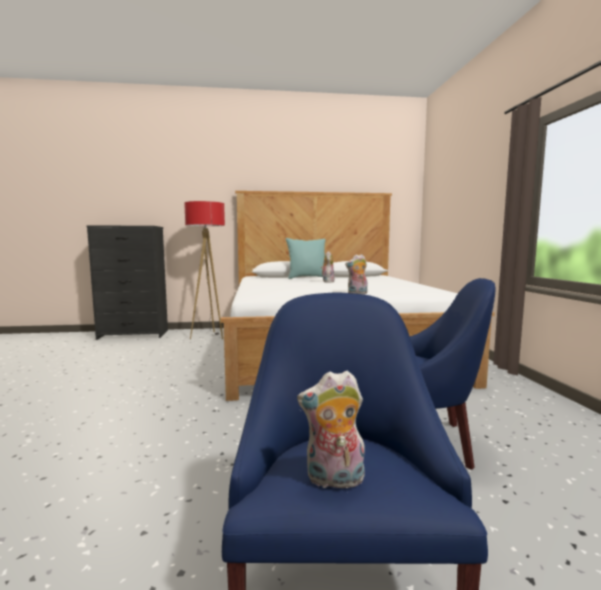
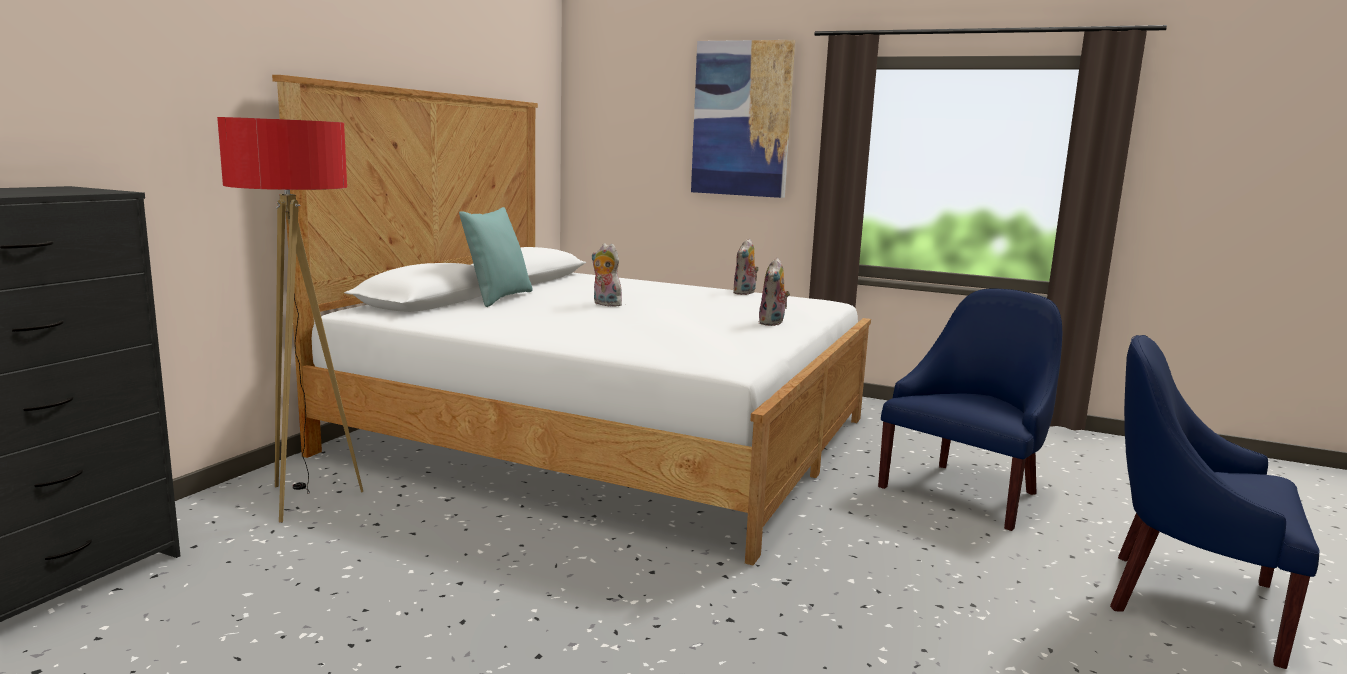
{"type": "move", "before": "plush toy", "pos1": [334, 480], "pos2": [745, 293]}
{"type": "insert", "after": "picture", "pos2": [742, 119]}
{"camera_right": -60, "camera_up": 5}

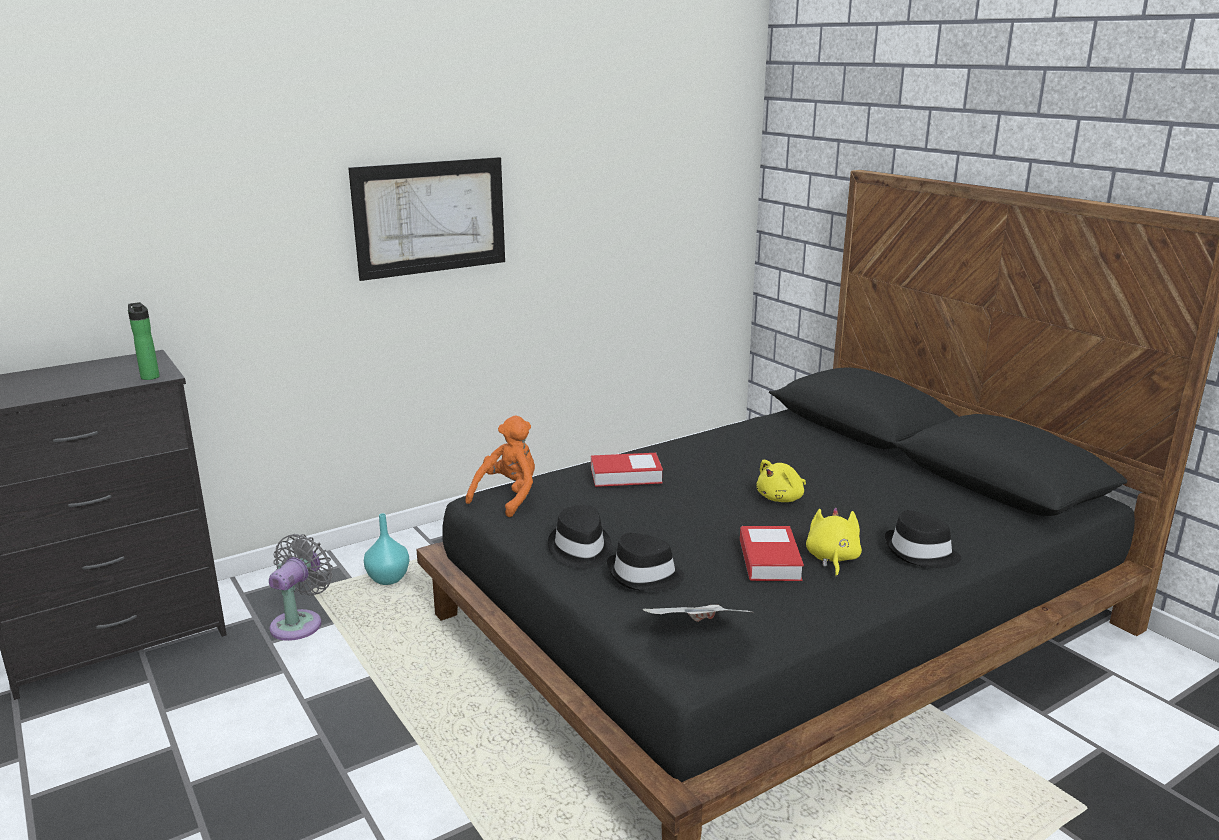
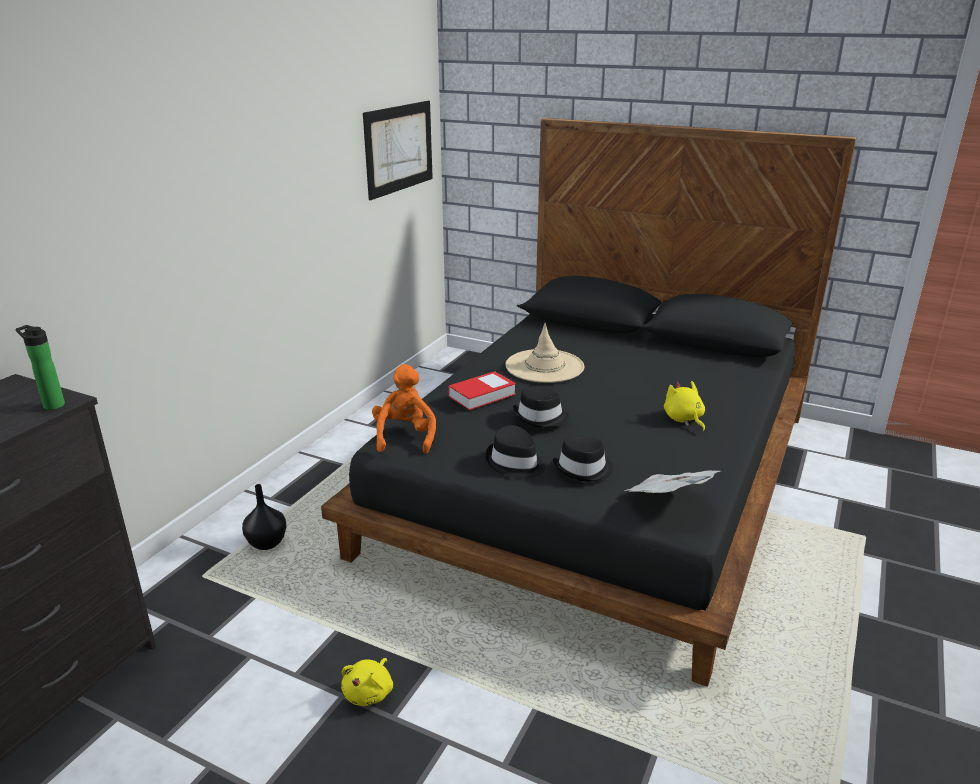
{"type": "delete", "before": "grey fan", "pos1": [300, 623]}
{"type": "move", "before": "picture", "pos1": [431, 217], "pos2": [399, 148]}
{"type": "recolor", "before": "turquoise vase", "after": "black vase", "pos1": [389, 578], "pos2": [267, 542]}
{"type": "delete", "before": "book", "pos1": [769, 560]}
{"type": "move", "before": "yellow plush toy", "pos1": [781, 498], "pos2": [370, 692]}
{"type": "move", "before": "black hat", "pos1": [920, 553], "pos2": [540, 417]}
{"type": "insert", "after": "beige hat", "pos2": [544, 366]}
{"camera_right": -30, "camera_up": 5}

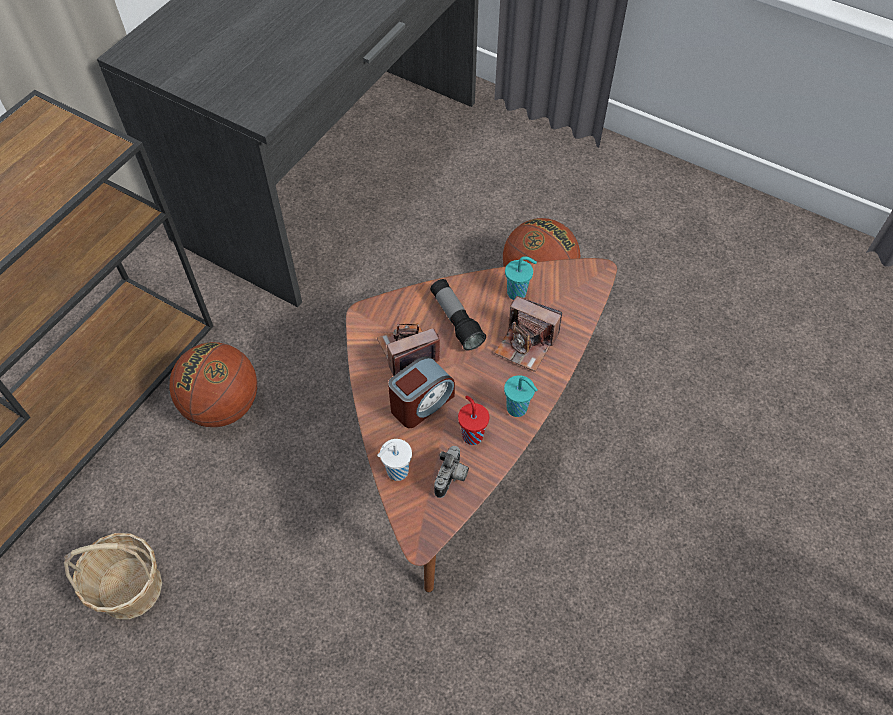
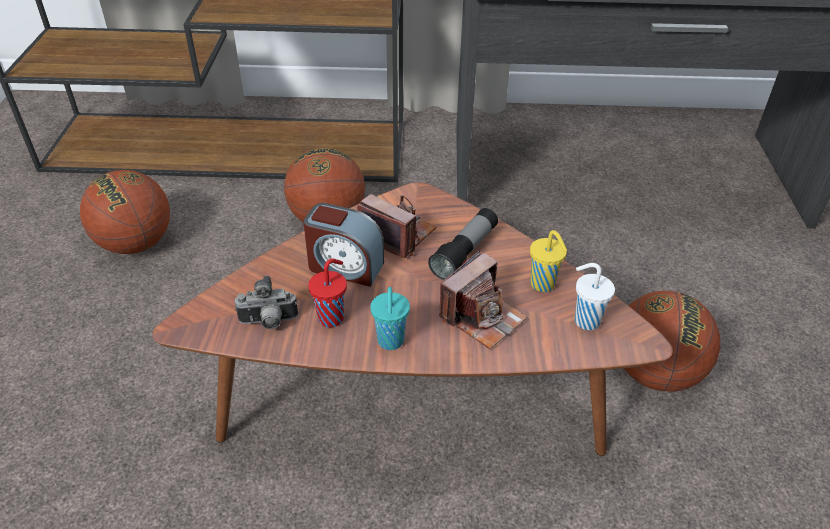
{"type": "replace", "before": "basket", "after": "basketball", "pos1": [129, 587], "pos2": [136, 244]}
{"type": "move", "before": "white cup", "pos1": [396, 472], "pos2": [585, 320]}
{"type": "rotate", "before": "photo camera", "pos1": [526, 344], "pos2": [482, 317], "turn": -135}
{"type": "recolor", "before": "turquoise cup", "after": "yellow cup", "pos1": [518, 293], "pos2": [543, 285]}
{"camera_right": 60, "camera_up": -15}

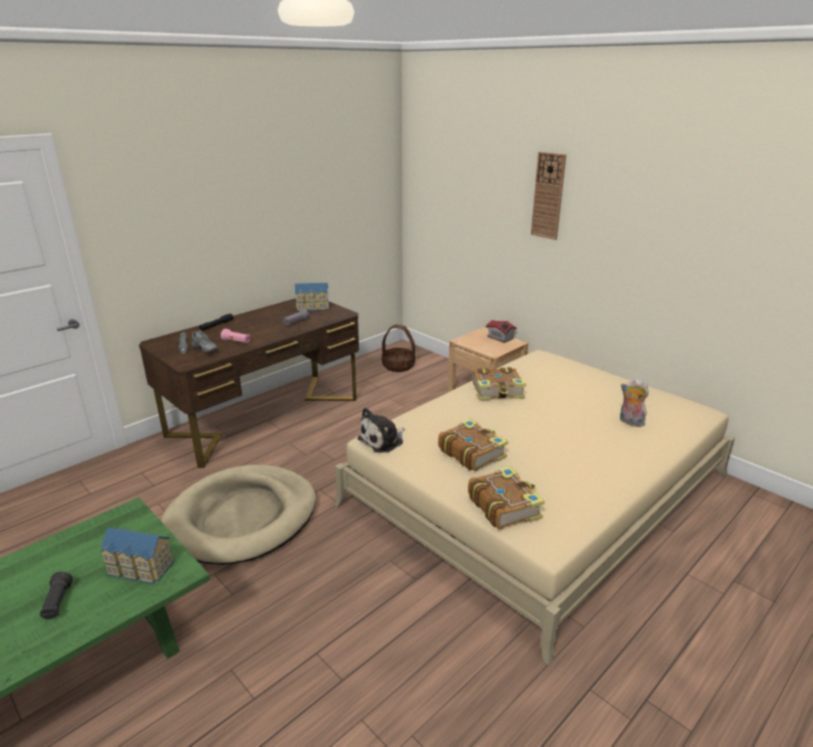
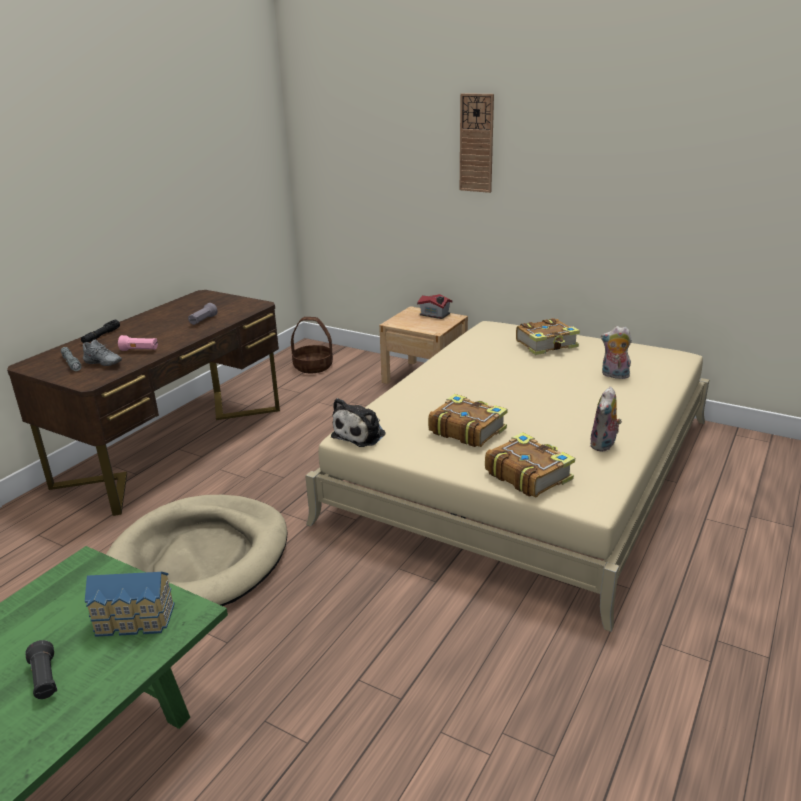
{"type": "delete", "before": "toy house", "pos1": [313, 307]}
{"type": "move", "before": "book", "pos1": [498, 391], "pos2": [547, 345]}
{"type": "insert", "after": "plush toy", "pos2": [604, 445]}
{"camera_right": -15, "camera_up": 0}

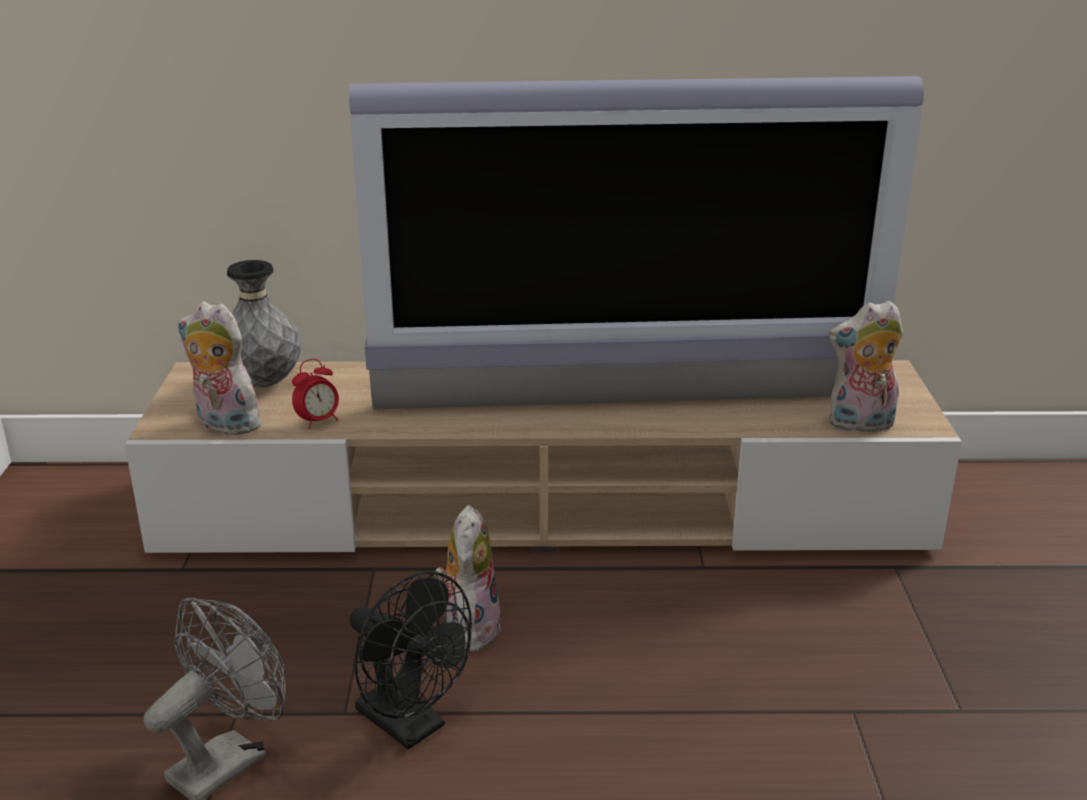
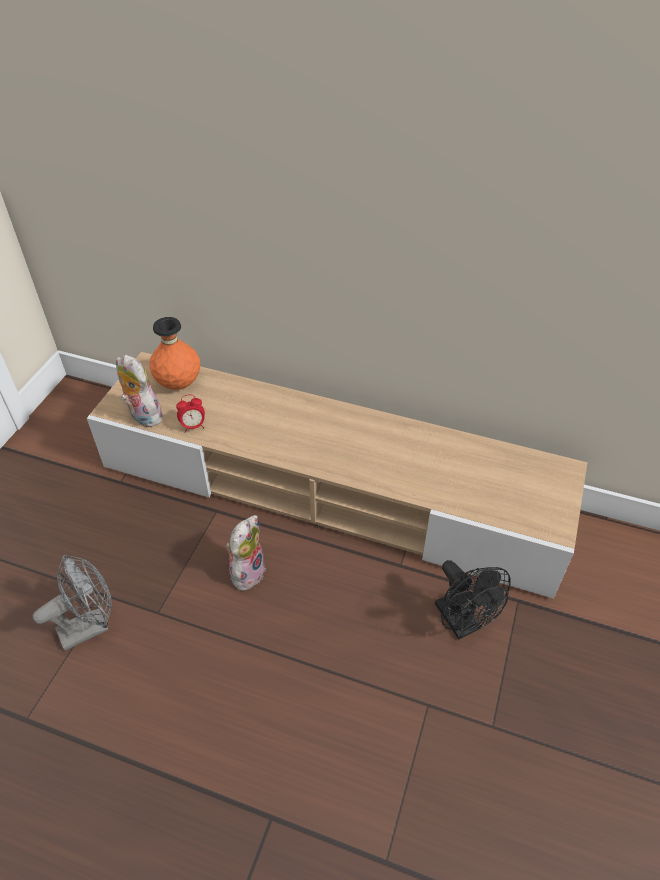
{"type": "recolor", "before": "grey vase", "after": "orange vase", "pos1": [263, 384], "pos2": [178, 384]}
{"type": "delete", "before": "television", "pos1": [628, 403]}
{"type": "move", "before": "black fan", "pos1": [410, 725], "pos2": [462, 623]}
{"type": "delete", "before": "plush toy", "pos1": [860, 425]}
{"camera_right": 20, "camera_up": 20}

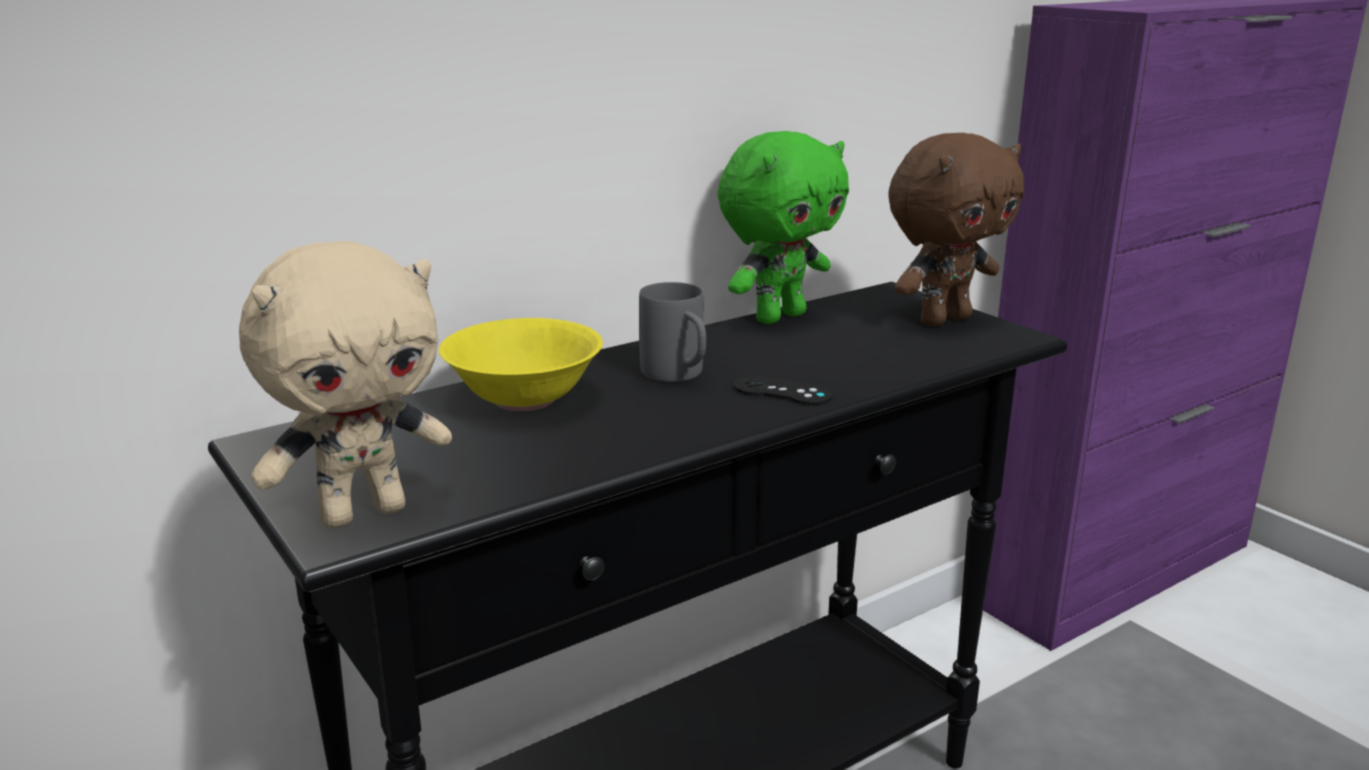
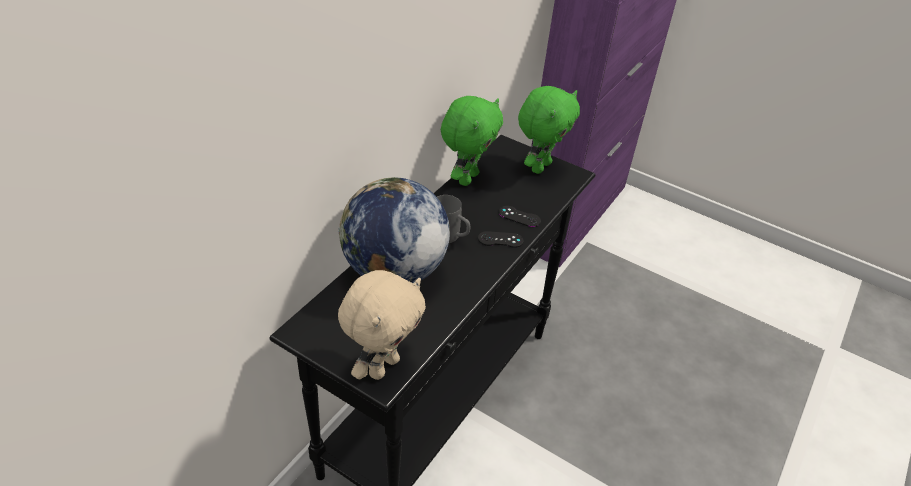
{"type": "replace", "before": "yellow bowl", "after": "globe", "pos1": [523, 399], "pos2": [393, 271]}
{"type": "recolor", "before": "brown plush toy", "after": "green plush toy", "pos1": [943, 319], "pos2": [539, 166]}
{"type": "insert", "after": "black game controller", "pos2": [519, 216]}
{"camera_right": -25, "camera_up": 20}

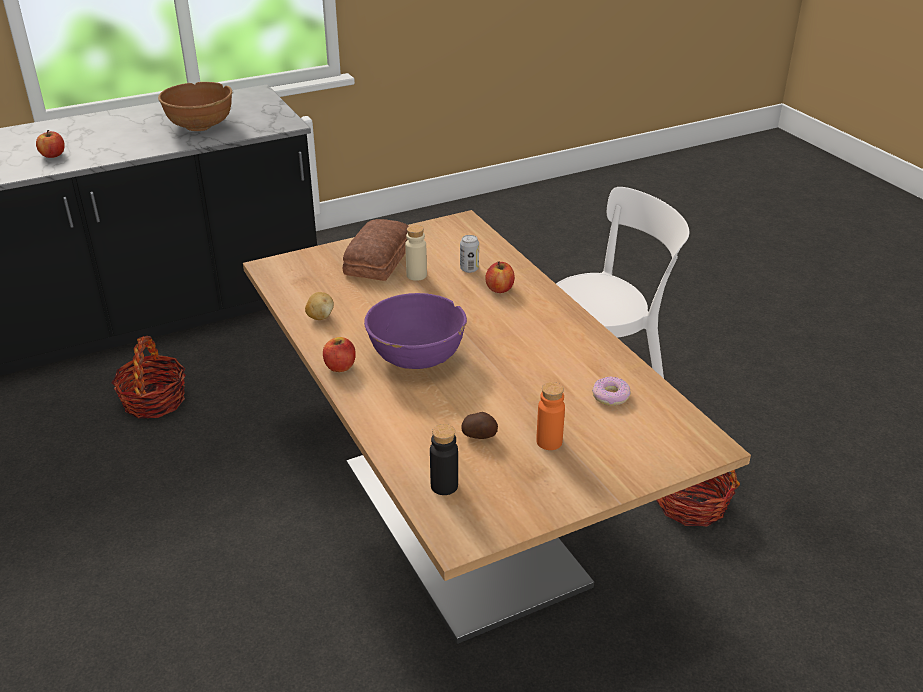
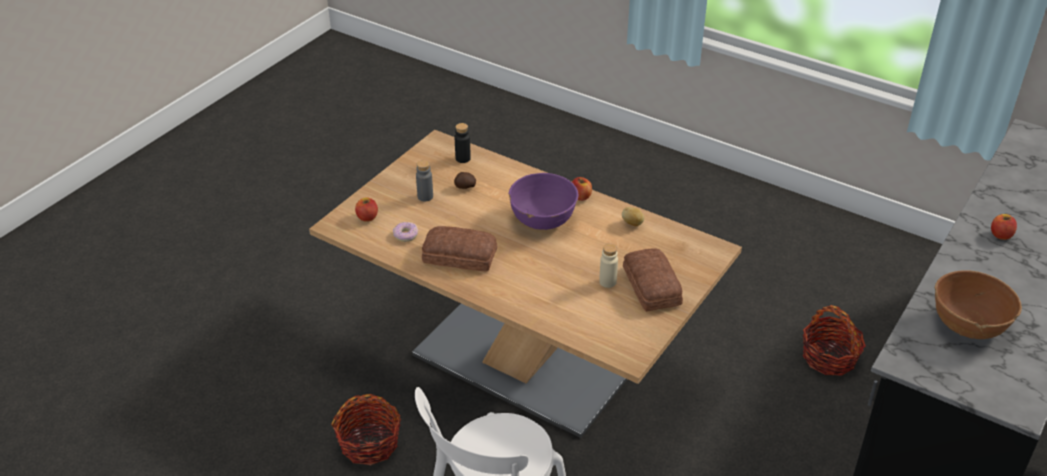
{"type": "delete", "before": "can", "pos1": [469, 269]}
{"type": "move", "before": "apple", "pos1": [499, 289], "pos2": [367, 217]}
{"type": "recolor", "before": "orange bottle", "after": "grey bottle", "pos1": [549, 442], "pos2": [425, 196]}
{"type": "insert", "after": "bread", "pos2": [460, 257]}
{"camera_right": 150, "camera_up": 5}

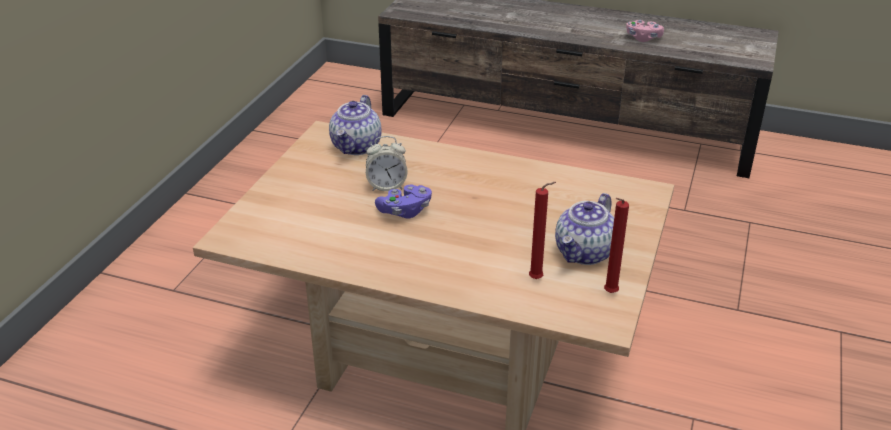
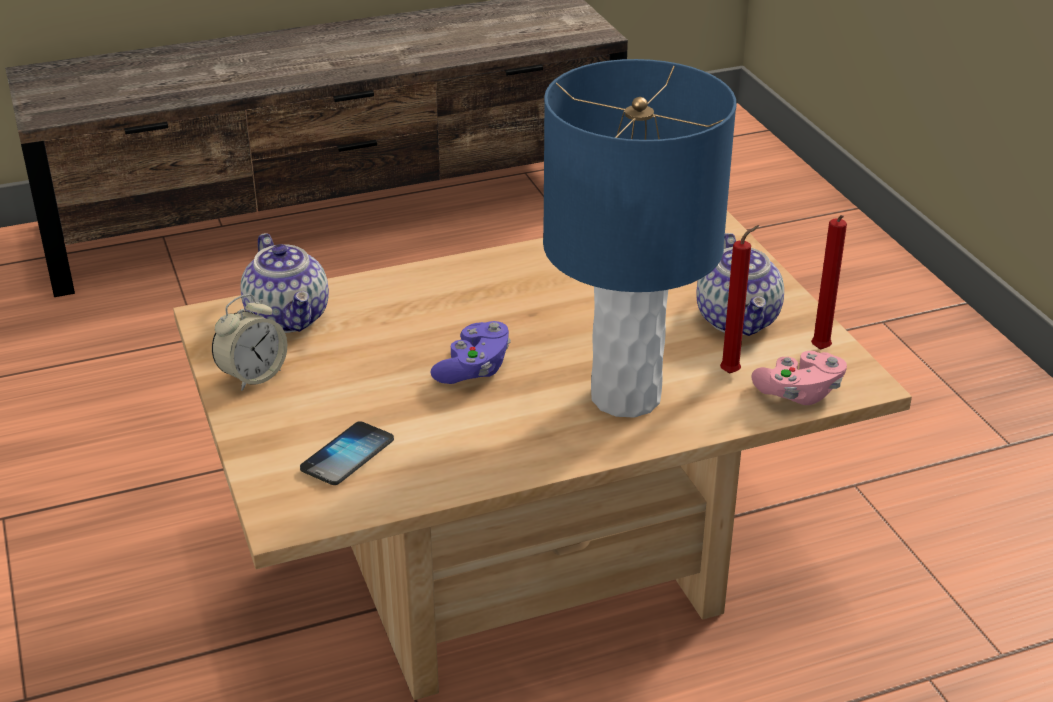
{"type": "move", "before": "alarm clock", "pos1": [387, 186], "pos2": [253, 376]}
{"type": "move", "before": "pink game controller", "pos1": [643, 38], "pos2": [799, 393]}
{"type": "insert", "after": "phone", "pos2": [347, 455]}
{"type": "insert", "after": "blue table lamp", "pos2": [627, 397]}
{"camera_right": -40, "camera_up": 0}

